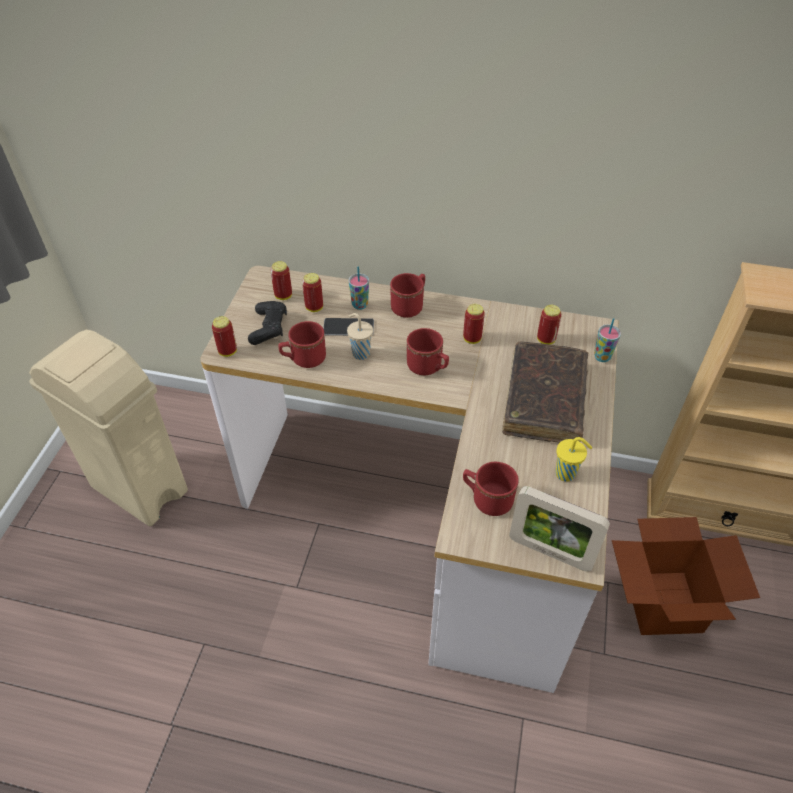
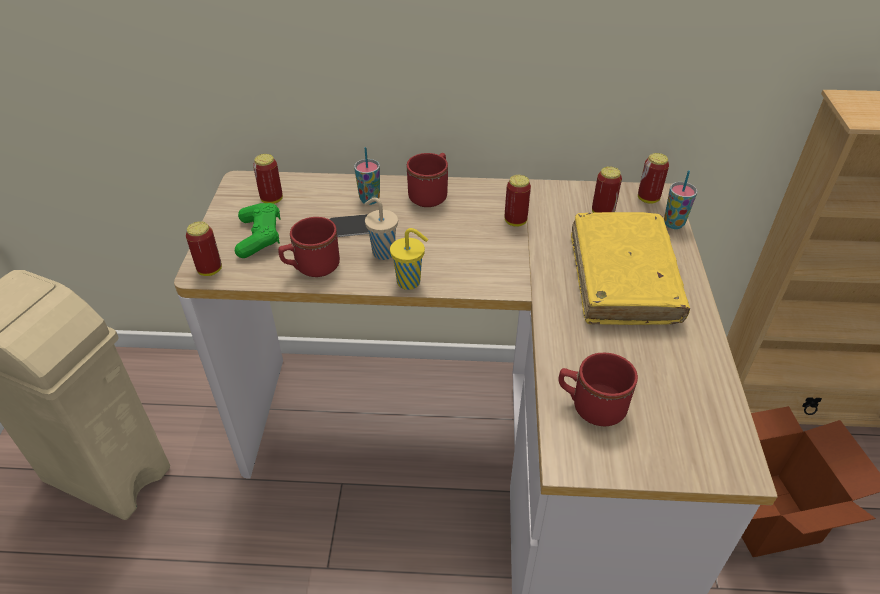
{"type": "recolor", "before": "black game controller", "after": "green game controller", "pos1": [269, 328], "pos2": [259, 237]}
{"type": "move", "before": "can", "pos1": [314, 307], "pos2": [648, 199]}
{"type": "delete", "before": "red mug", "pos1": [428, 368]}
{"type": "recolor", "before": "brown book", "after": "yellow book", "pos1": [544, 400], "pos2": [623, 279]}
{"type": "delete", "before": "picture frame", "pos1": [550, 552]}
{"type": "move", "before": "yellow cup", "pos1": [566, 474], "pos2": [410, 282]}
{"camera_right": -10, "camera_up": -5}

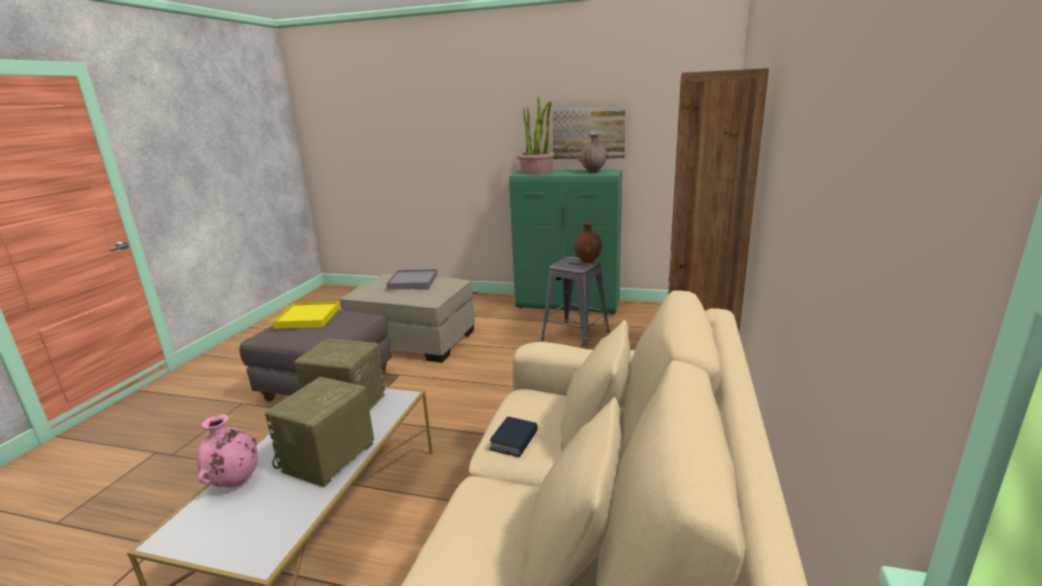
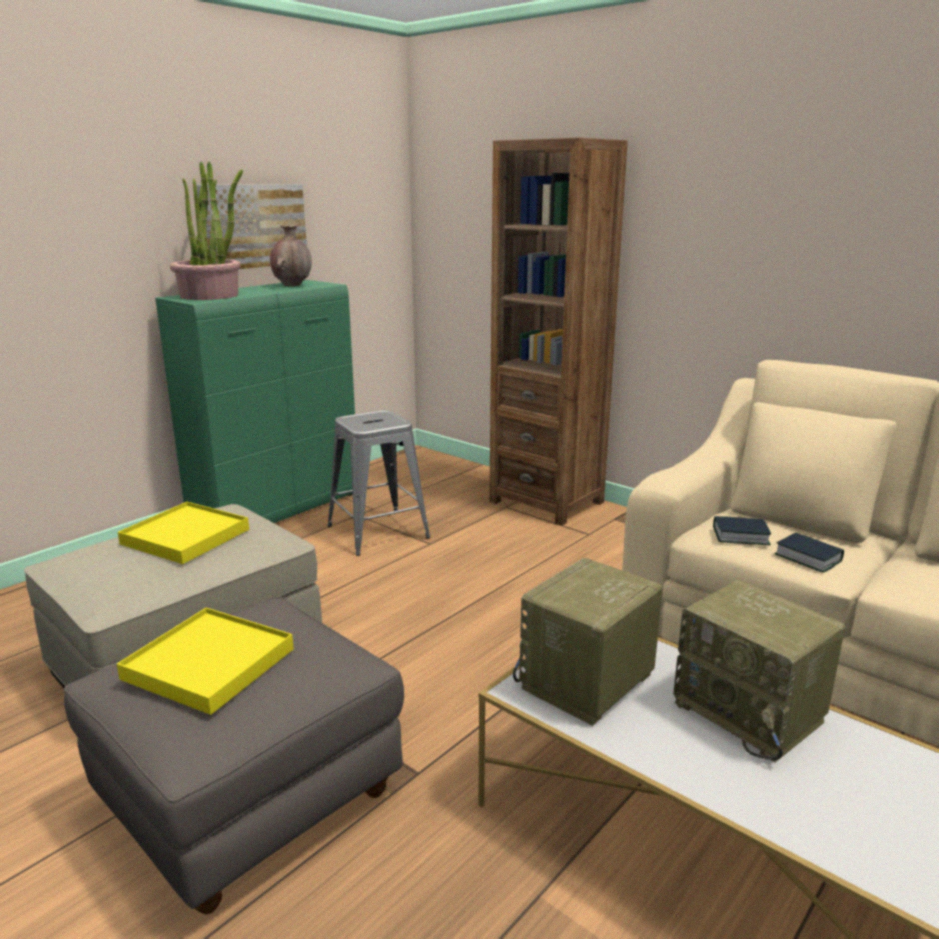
{"type": "delete", "before": "pink vase", "pos1": [235, 482]}
{"type": "recolor", "before": "grey tray", "after": "yellow tray", "pos1": [413, 282], "pos2": [185, 537]}
{"type": "delete", "before": "brown vase", "pos1": [587, 261]}
{"type": "insert", "after": "book", "pos2": [740, 536]}
{"camera_right": -65, "camera_up": 0}

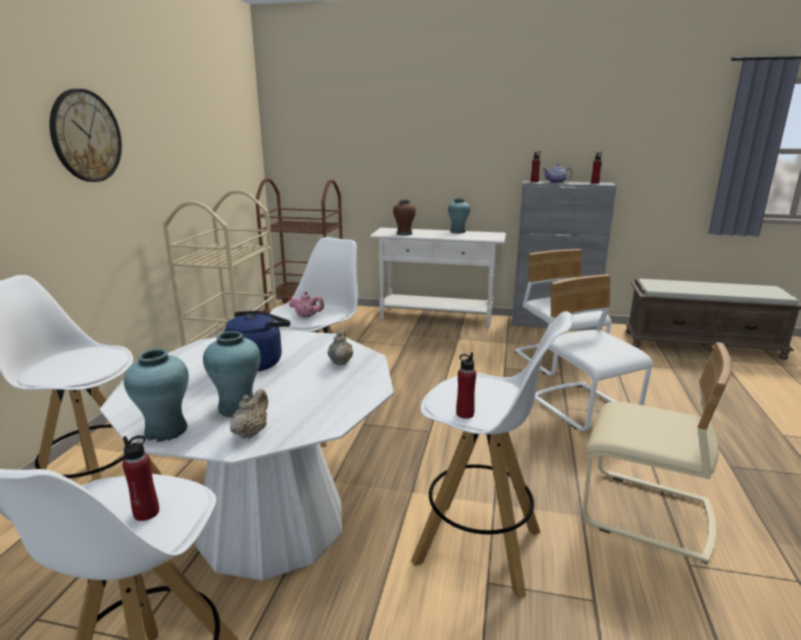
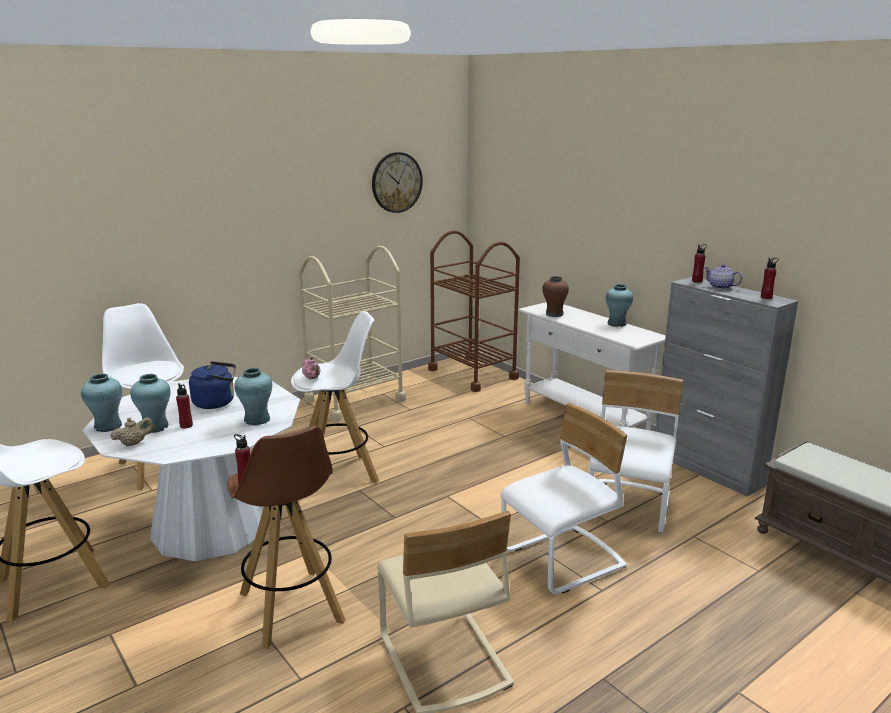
{"type": "move", "before": "wall clock", "pos1": [86, 136], "pos2": [396, 182]}
{"type": "move", "before": "red bottle", "pos1": [146, 512], "pos2": [186, 425]}
{"type": "replace", "before": "beige teapot", "after": "turquoise vase", "pos1": [341, 362], "pos2": [257, 420]}
{"type": "recolor", "before": "white stool", "after": "brown stool", "pos1": [480, 547], "pos2": [291, 608]}
{"type": "rotate", "before": "white chair", "pos1": [584, 408], "pos2": [563, 561], "turn": 45}
{"camera_right": 40, "camera_up": 0}

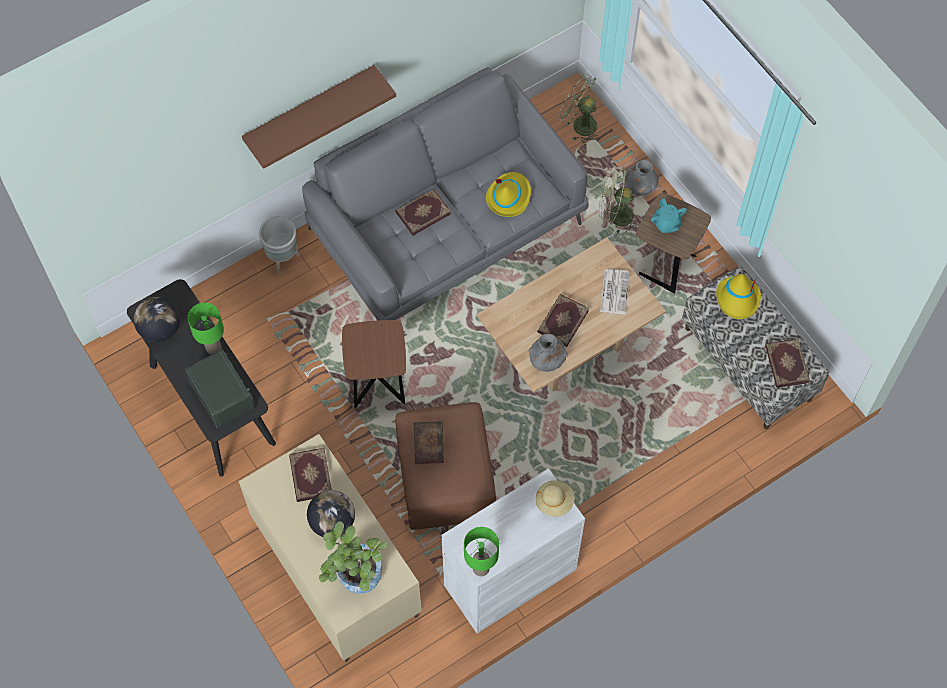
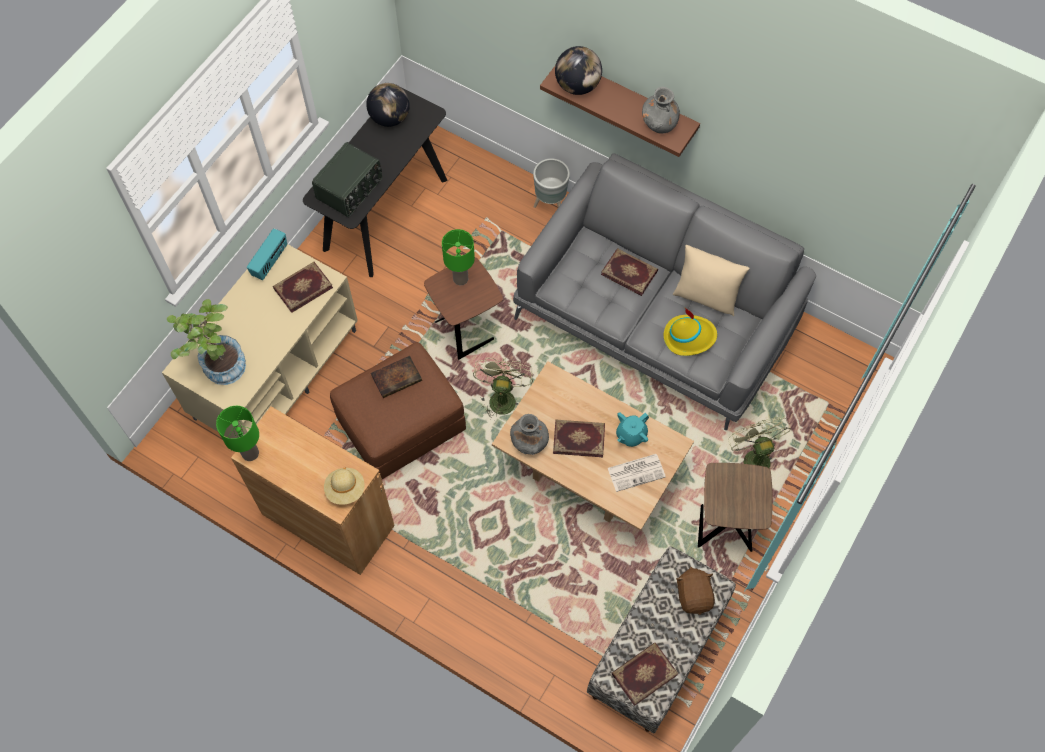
{"type": "move", "before": "green table lamp", "pos1": [213, 348], "pos2": [460, 278]}
{"type": "move", "before": "globe", "pos1": [332, 522], "pos2": [577, 85]}
{"type": "recolor", "before": "white cabinet", "after": "brown cabinet", "pos1": [510, 577], "pos2": [328, 520]}
{"type": "move", "before": "green fan", "pos1": [579, 124], "pos2": [502, 396]}
{"type": "move", "before": "grey vase", "pos1": [640, 187], "pos2": [659, 124]}
{"type": "move", "before": "turquoise teapot", "pos1": [666, 224], "pos2": [631, 435]}
{"type": "replace", "before": "yellow hat", "after": "brown plush toy", "pos1": [738, 299], "pos2": [694, 595]}
{"type": "insert", "after": "radio", "pos2": [270, 262]}
{"type": "insert", "after": "beige pillow", "pos2": [705, 296]}
{"camera_right": 65, "camera_up": 0}

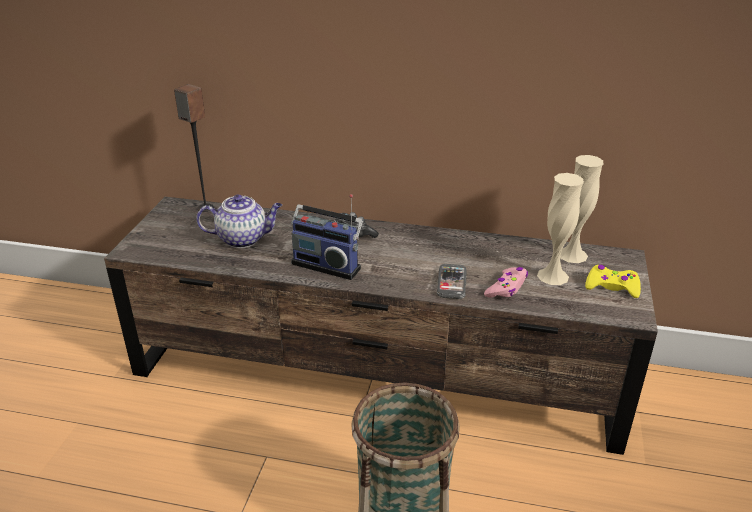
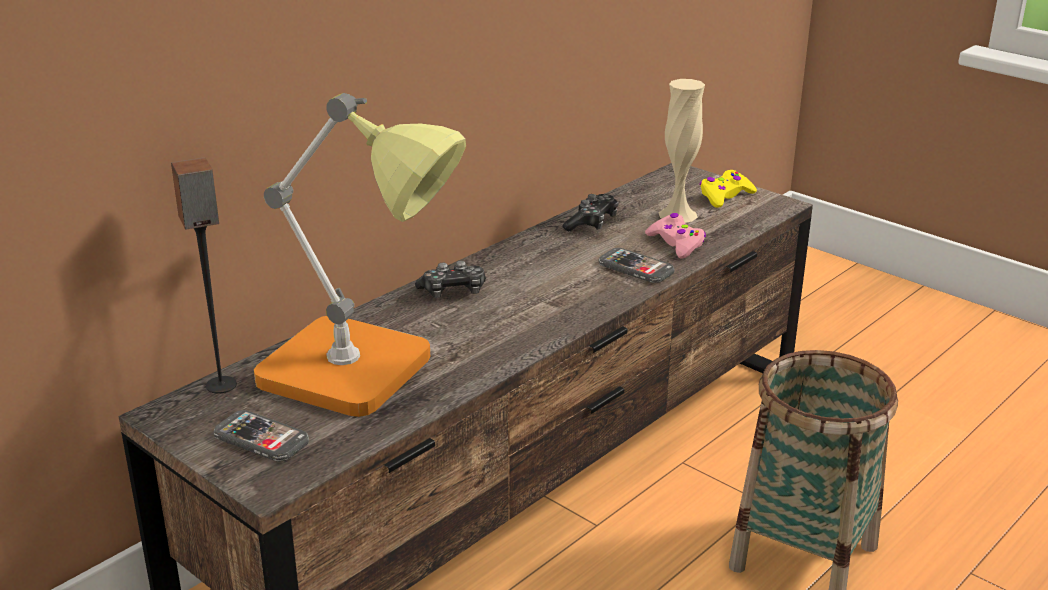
{"type": "replace", "before": "teapot", "after": "table lamp", "pos1": [243, 238], "pos2": [364, 374]}
{"type": "delete", "before": "radio", "pos1": [327, 264]}
{"type": "delete", "before": "beige vase", "pos1": [572, 255]}
{"type": "insert", "after": "phone", "pos2": [261, 439]}
{"type": "insert", "after": "game controller", "pos2": [592, 223]}
{"camera_right": -60, "camera_up": -5}

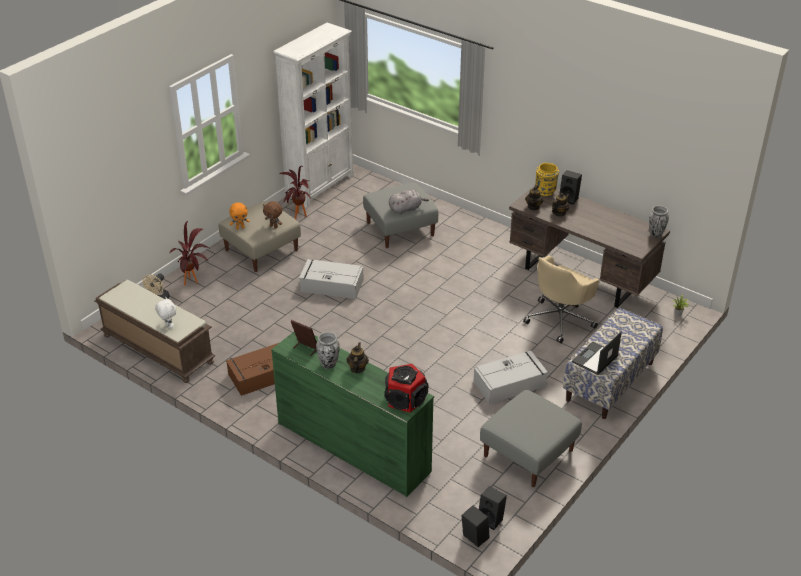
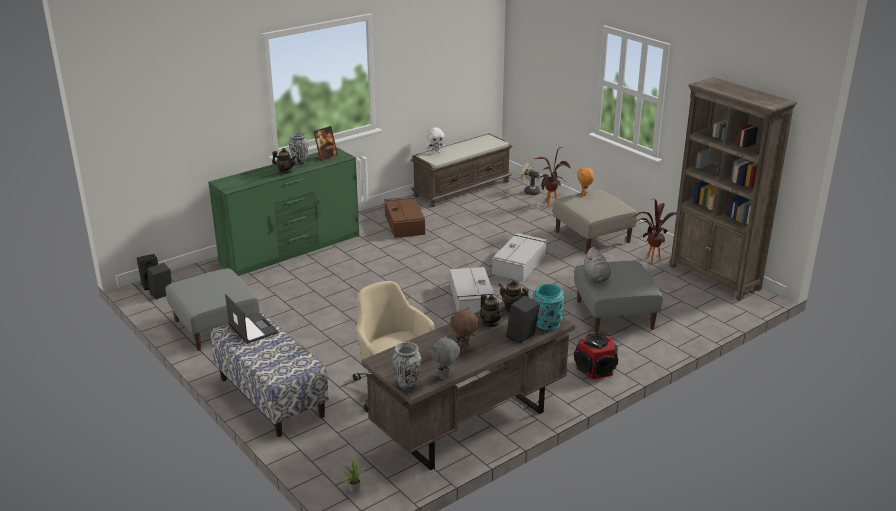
{"type": "move", "before": "brown plush toy", "pos1": [274, 226], "pos2": [464, 347]}
{"type": "recolor", "before": "white bookcase", "after": "brown bookcase", "pos1": [320, 187], "pos2": [715, 278]}
{"type": "move", "before": "speaker", "pos1": [405, 399], "pos2": [595, 369]}
{"type": "move", "before": "grey storage box", "pos1": [510, 383], "pos2": [471, 299]}
{"type": "recolor", "before": "yellow vase", "after": "turquoise vase", "pos1": [545, 191], "pos2": [547, 324]}
{"type": "insert", "after": "grey plush toy", "pos2": [445, 377]}
{"camera_right": 105, "camera_up": -10}

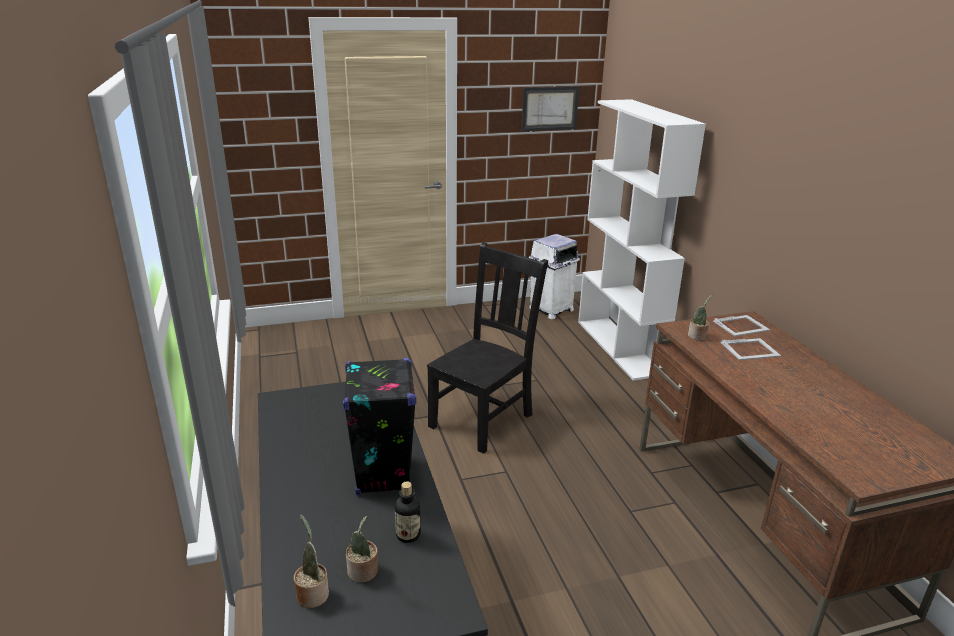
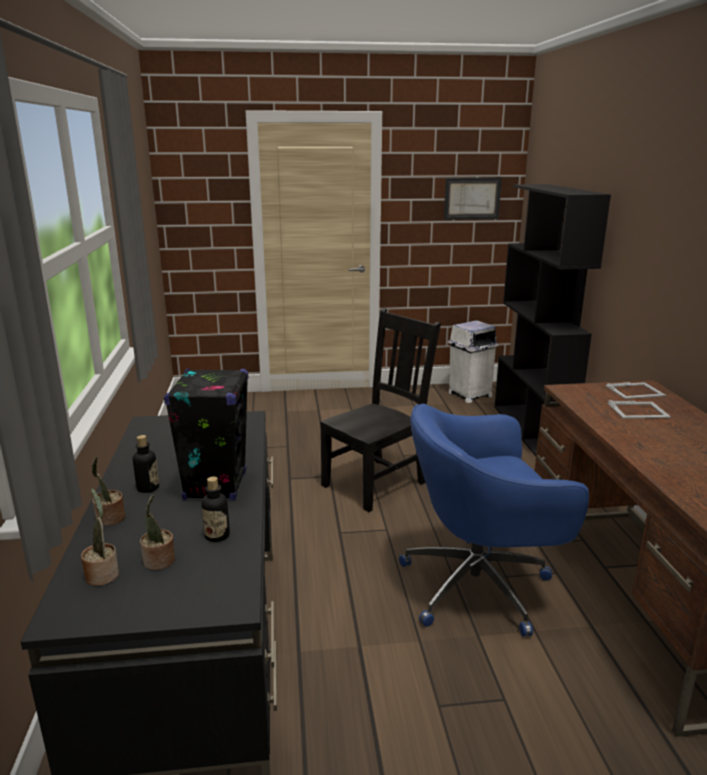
{"type": "recolor", "before": "white bookcase", "after": "black bookcase", "pos1": [620, 347], "pos2": [532, 430]}
{"type": "move", "before": "potted plant", "pos1": [697, 337], "pos2": [110, 519]}
{"type": "insert", "after": "bottle", "pos2": [148, 488]}
{"type": "insert", "after": "blue office chair", "pos2": [480, 585]}
{"camera_right": 10, "camera_up": -5}

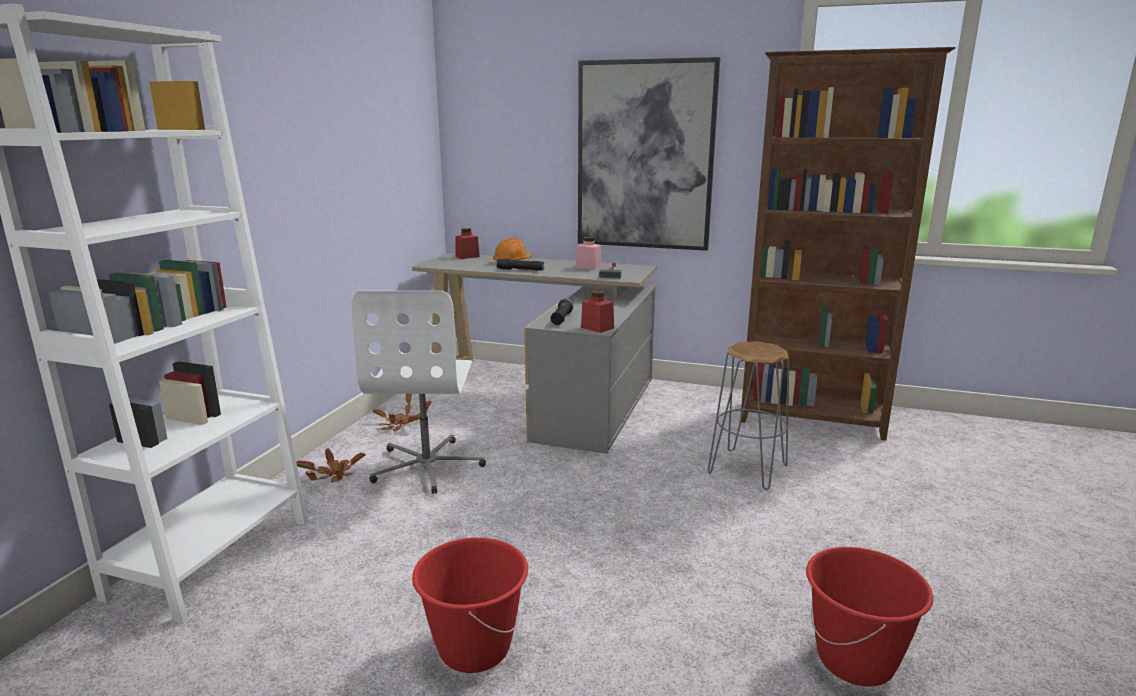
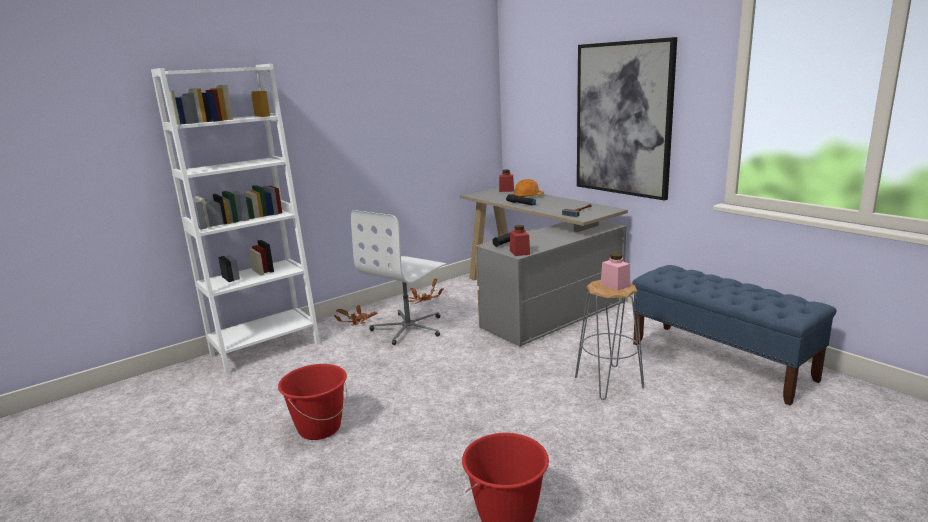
{"type": "move", "before": "pink jar", "pos1": [588, 267], "pos2": [615, 285]}
{"type": "replace", "before": "brown bookcase", "after": "blue bench", "pos1": [812, 420], "pos2": [720, 361]}
{"camera_right": 35, "camera_up": 0}

